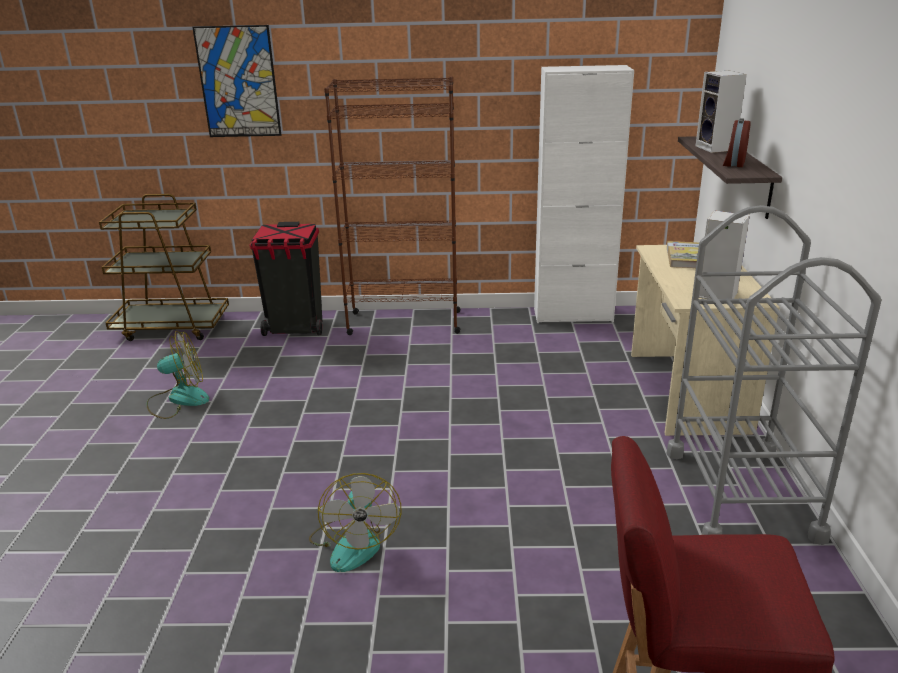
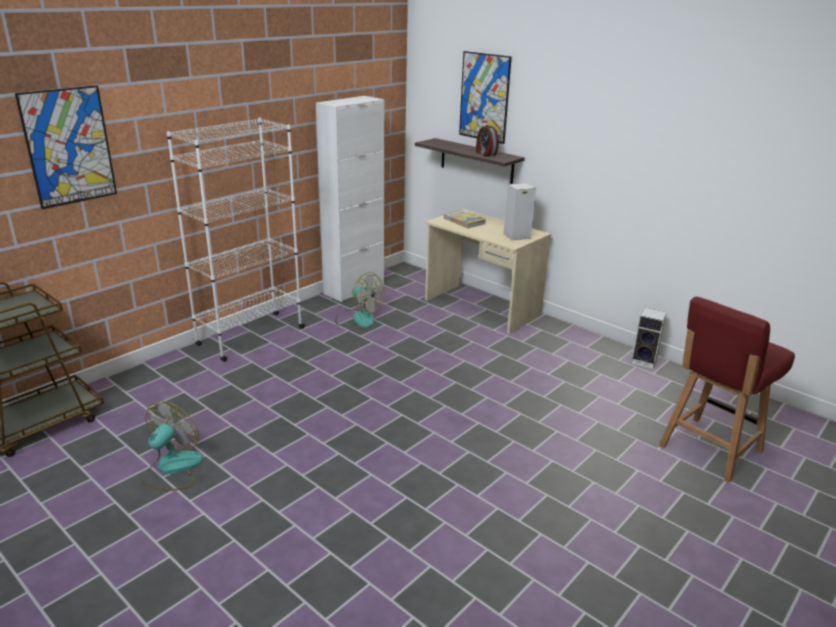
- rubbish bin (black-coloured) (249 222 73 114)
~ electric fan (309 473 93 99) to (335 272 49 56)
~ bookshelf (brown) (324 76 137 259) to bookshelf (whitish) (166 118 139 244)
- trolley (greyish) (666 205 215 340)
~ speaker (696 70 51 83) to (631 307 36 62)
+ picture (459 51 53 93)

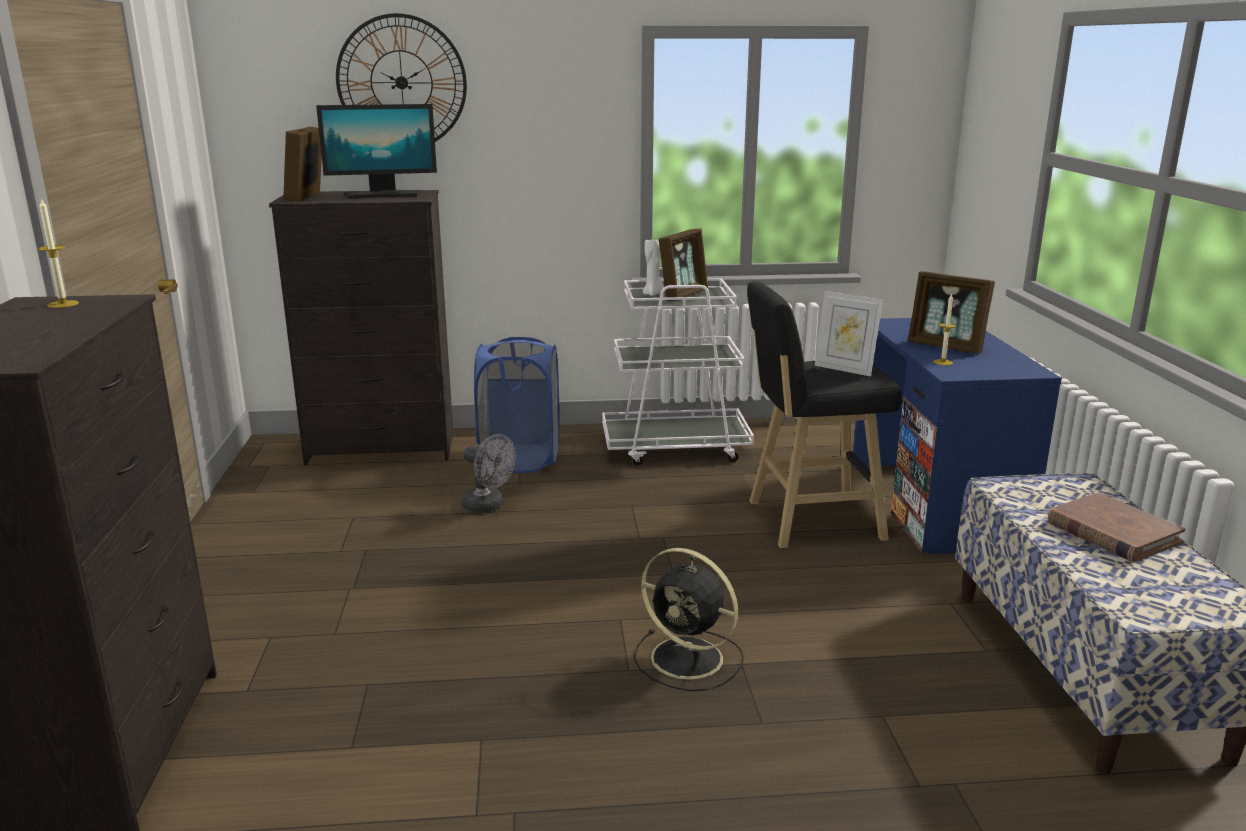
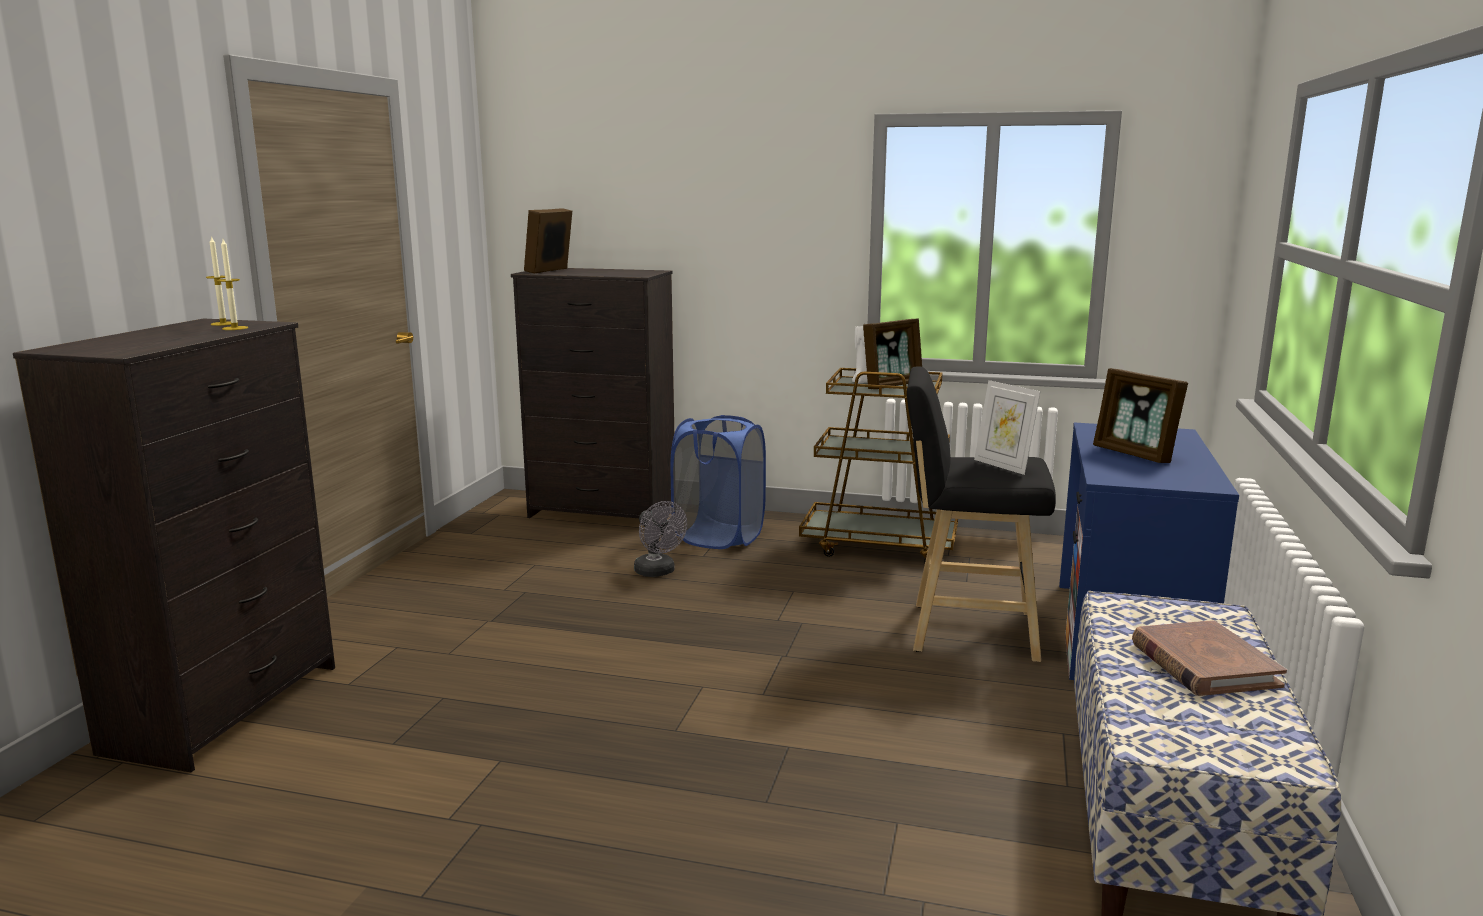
- computer screen (316 104 121 95)
- hanging clock (336 13 131 129)
~ trolley (whitish) (602 267 152 199) to trolley (brown) (799 368 159 194)
- electric fan (black-coloured) (634 548 110 143)
~ wax light (933 293 23 72) to (217 239 31 91)

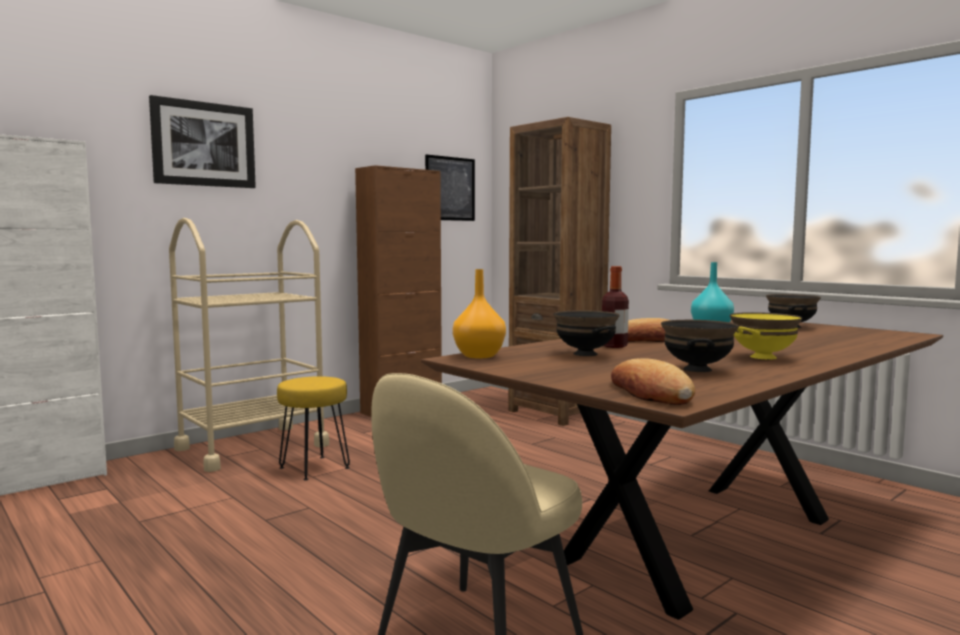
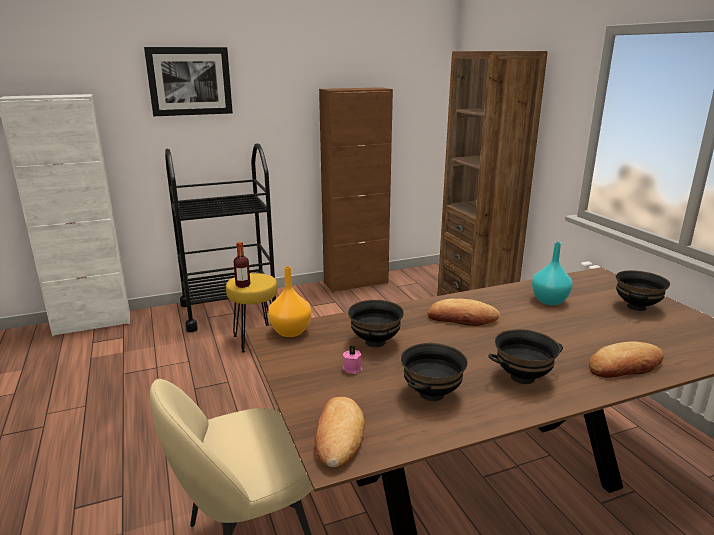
~ trolley (beige-coloured) (169 218 160 254) to trolley (black-coloured) (165 143 111 189)
- picture (425 154 50 67)
~ beverage bottle (602 266 27 82) to (233 242 17 46)
~ deep dish (yellow) (730 312 72 48) to deep dish (black-coloured) (488 329 75 55)
+ wax light (pink) (342 345 21 29)
+ bread (589 341 75 37)

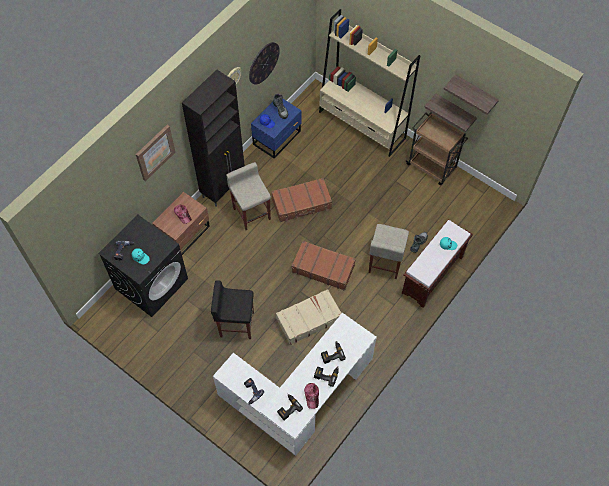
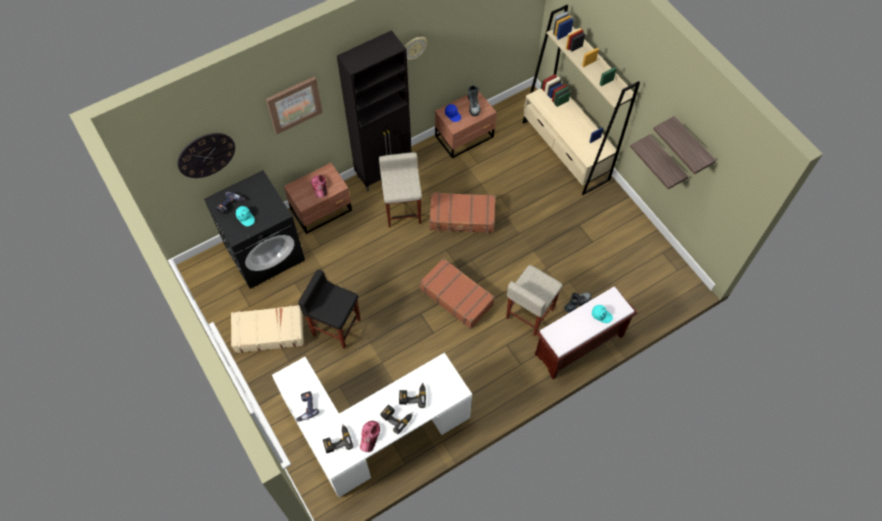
~ hanging clock (249 42 31 43) to (177 133 58 45)
~ bedside table (blue) (251 99 51 60) to bedside table (brown) (435 90 62 69)
~ piece of luggage (beige-coloured) (276 289 66 56) to (231 305 73 48)
- trolley (brown) (406 112 62 73)

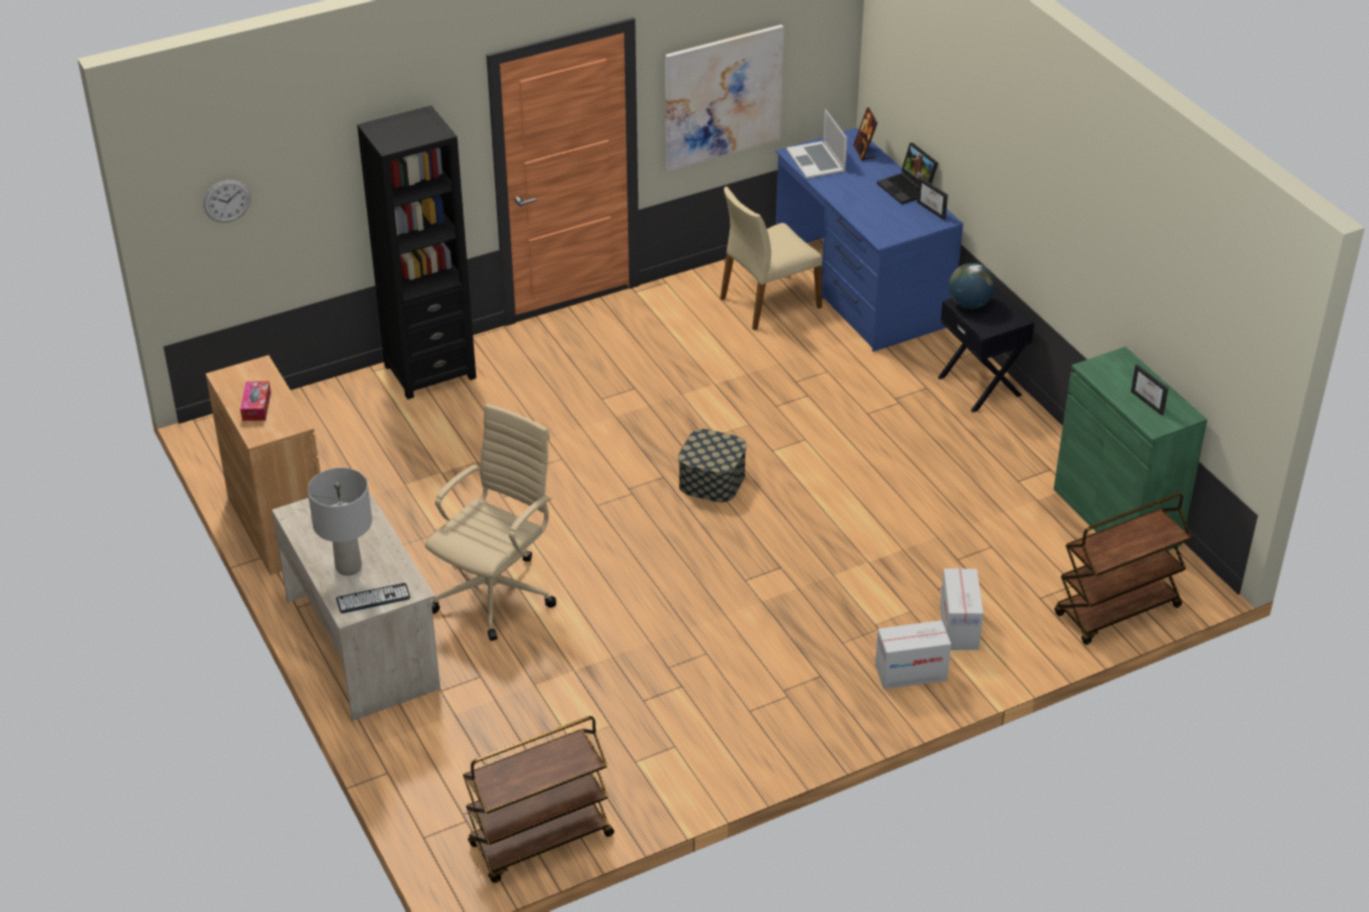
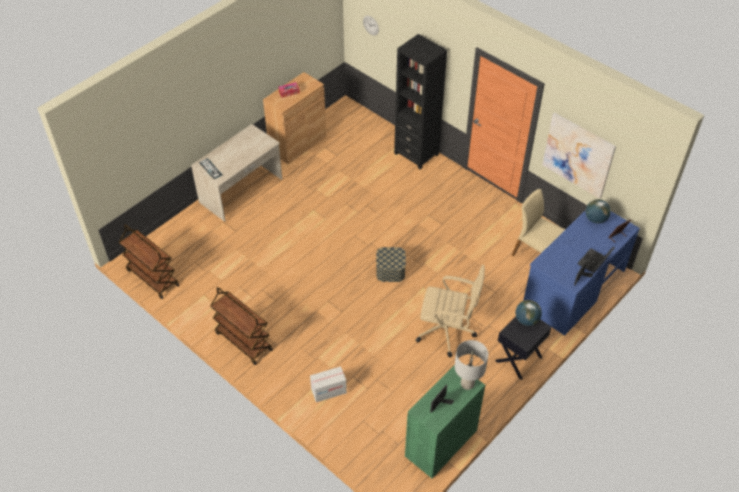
~ lamp for a table (greyish) (308 468 64 108) to (454 340 34 50)
~ computer chair (beige-coloured) (425 404 131 237) to (415 264 70 93)
~ portable computer (786 109 61 70) to desk globe (586 199 25 25)
- carton (875 620 76 69)
~ trolley (brown) (1055 493 137 152) to (210 287 63 78)

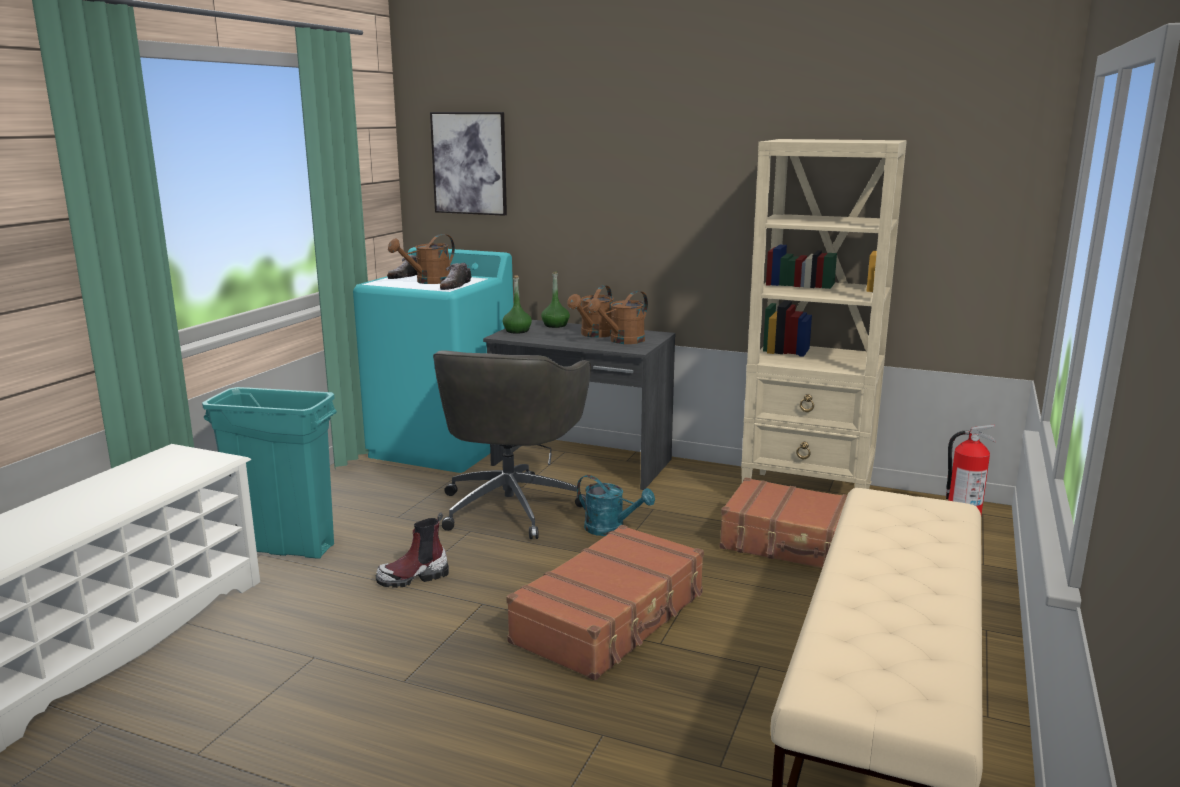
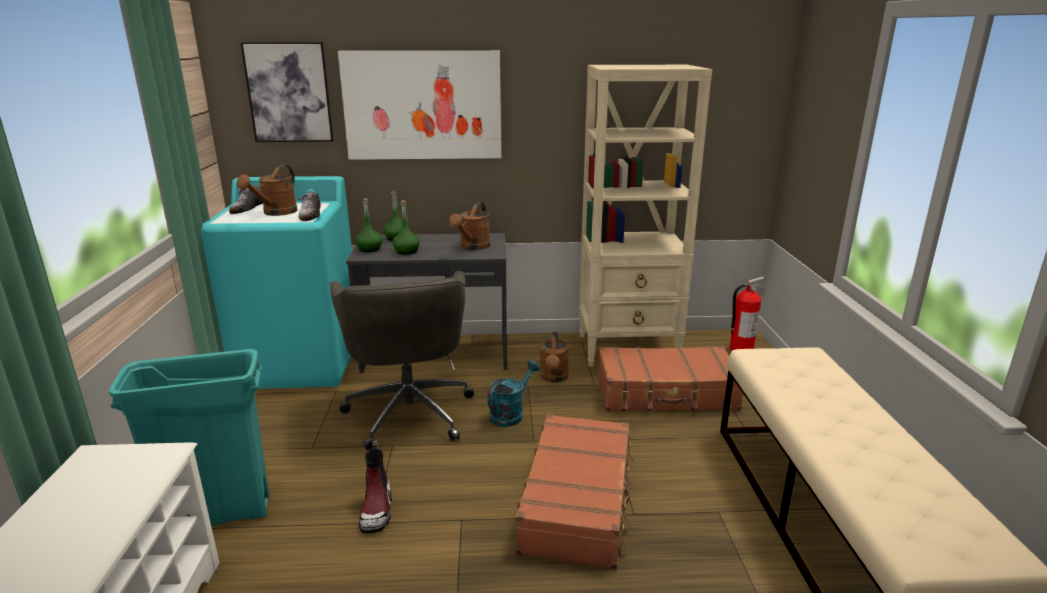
~ tall boot (376 513 73 75) = (359 441 33 92) 45 degrees counterclockwise
~ sprinkling can (brown) (567 285 47 53) to (540 331 29 51)
~ sprinkling can (turquoise-coloured) (577 475 78 61) = (488 360 52 67) 60 degrees counterclockwise
+ picture (338 51 163 109)
+ beverage bottle (greenish) (392 200 28 55)

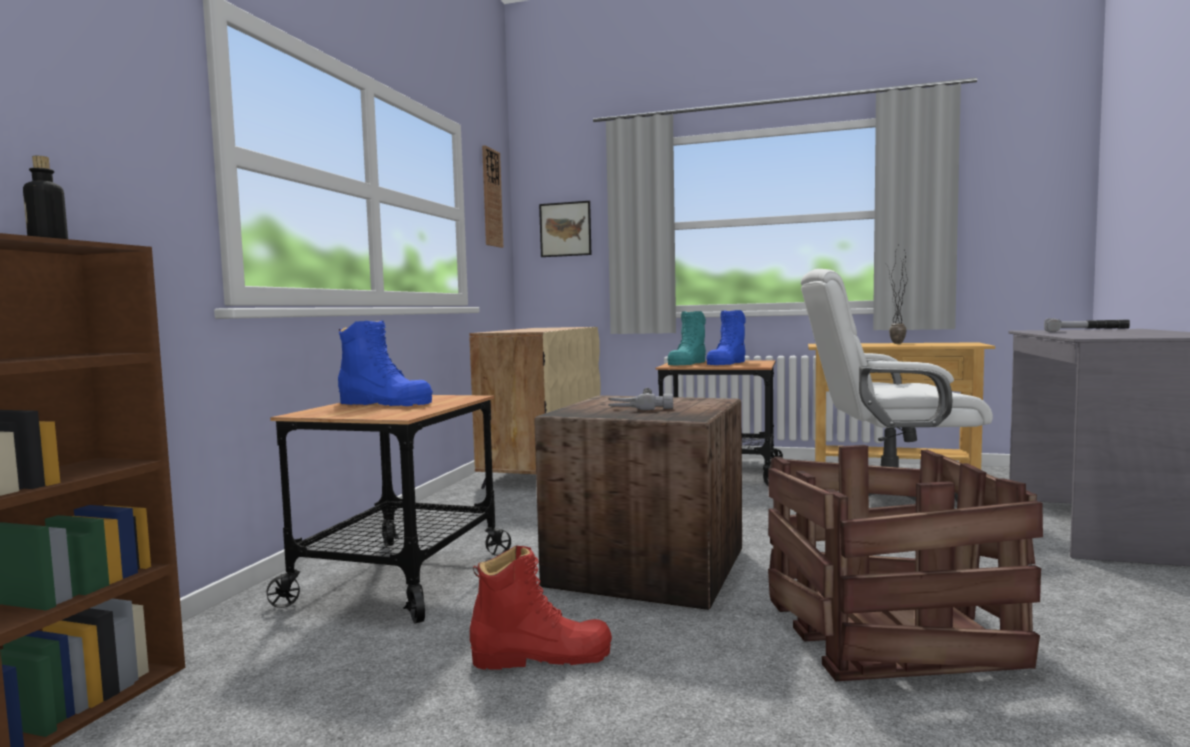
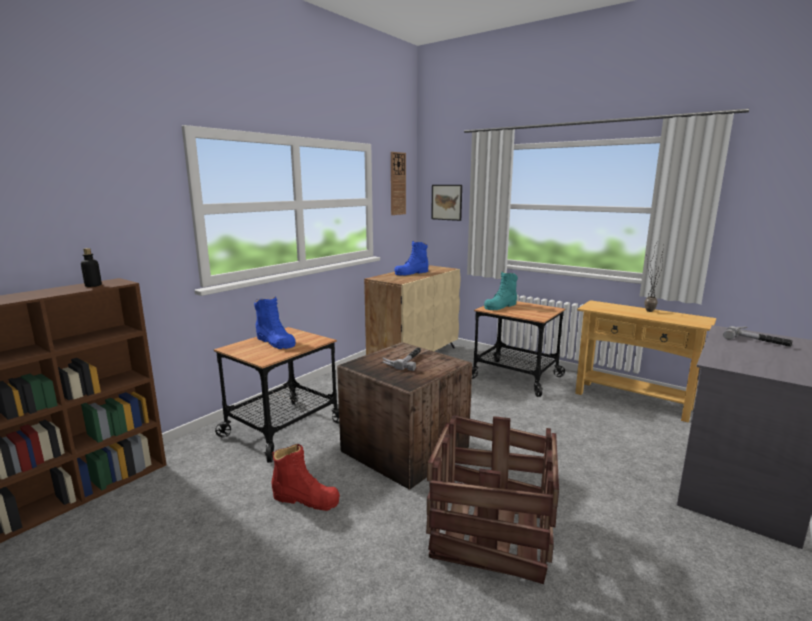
~ tall boot (blue) (707 310 39 55) to (394 241 34 35)
- computer chair (whitish) (801 269 192 232)

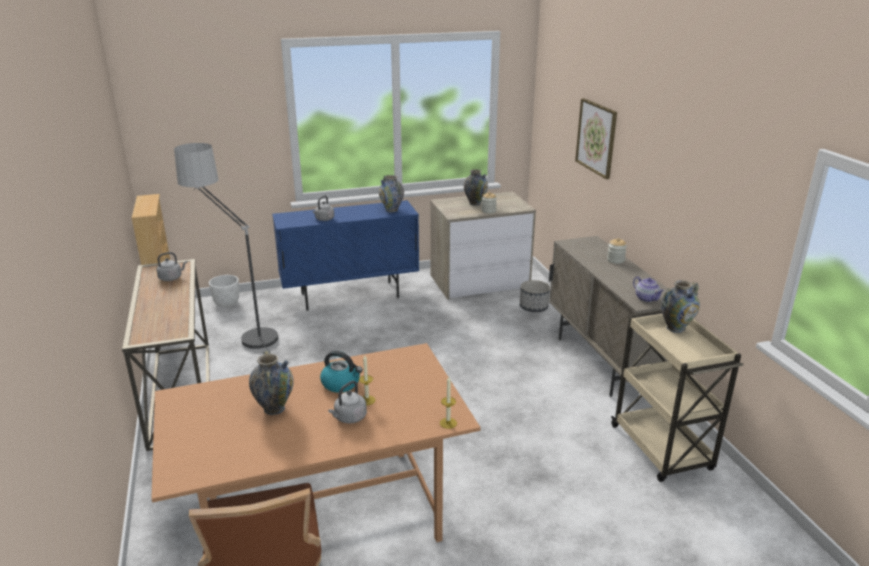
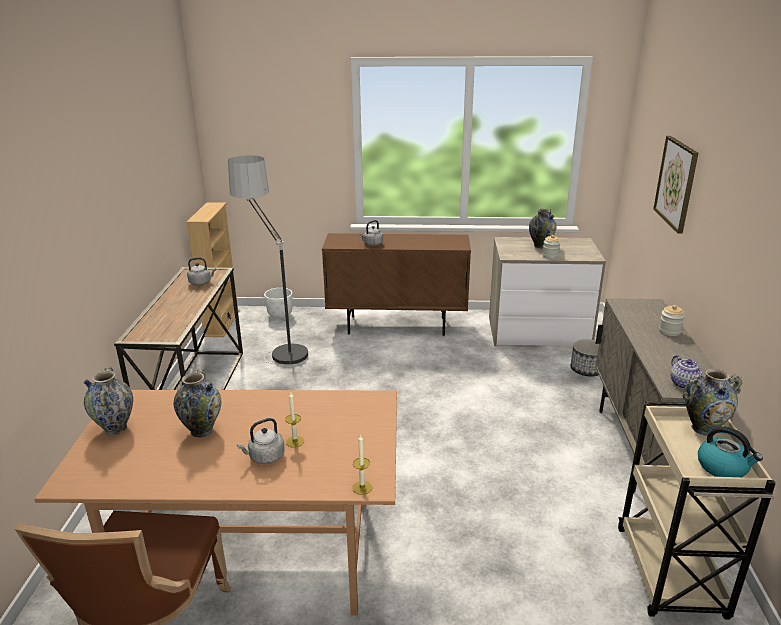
~ cupboard (blue) (272 200 147 111) to cupboard (brown) (322 233 149 103)
~ water kettle (320 351 43 42) to (698 426 65 51)
~ flower vase (379 175 25 37) to (83 367 50 68)

